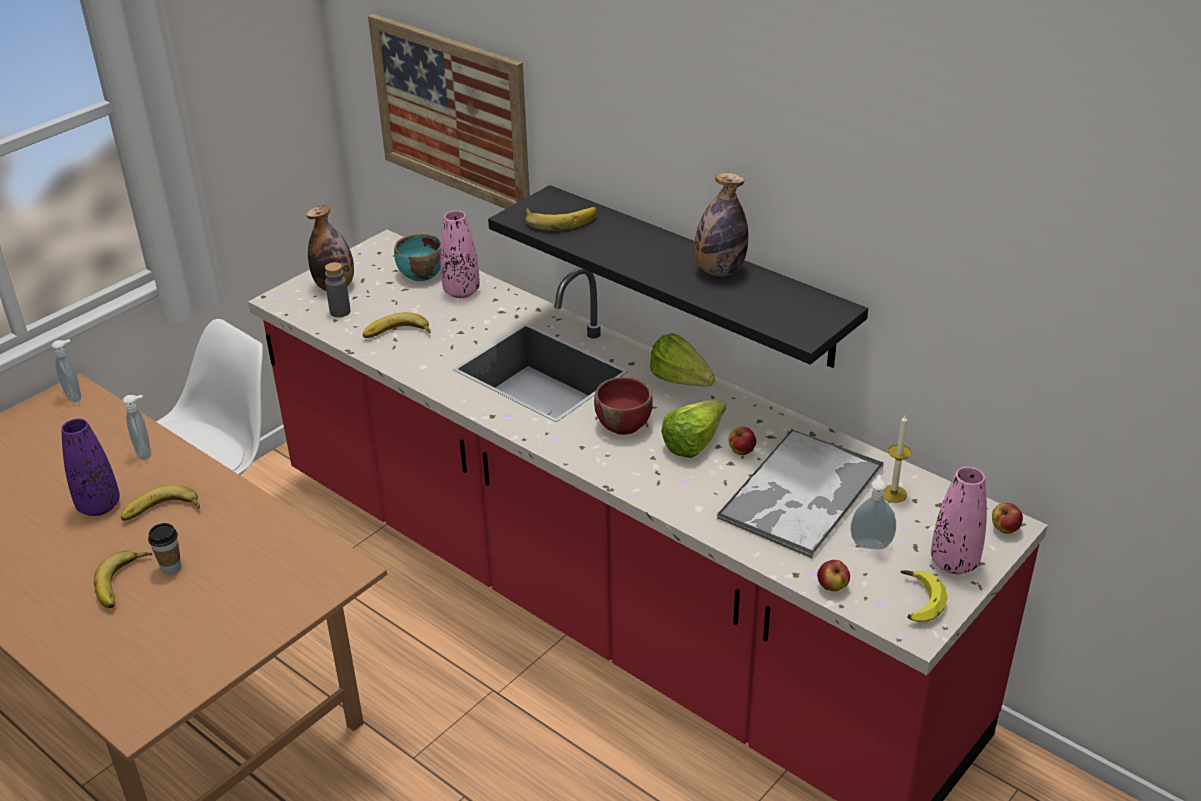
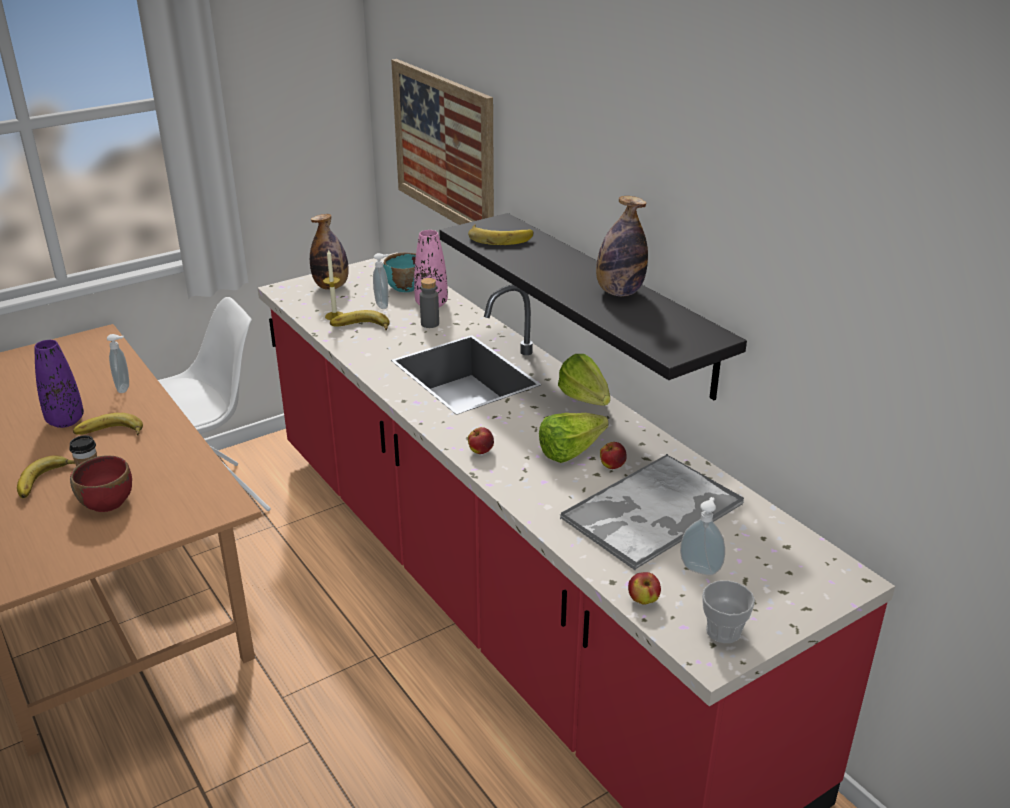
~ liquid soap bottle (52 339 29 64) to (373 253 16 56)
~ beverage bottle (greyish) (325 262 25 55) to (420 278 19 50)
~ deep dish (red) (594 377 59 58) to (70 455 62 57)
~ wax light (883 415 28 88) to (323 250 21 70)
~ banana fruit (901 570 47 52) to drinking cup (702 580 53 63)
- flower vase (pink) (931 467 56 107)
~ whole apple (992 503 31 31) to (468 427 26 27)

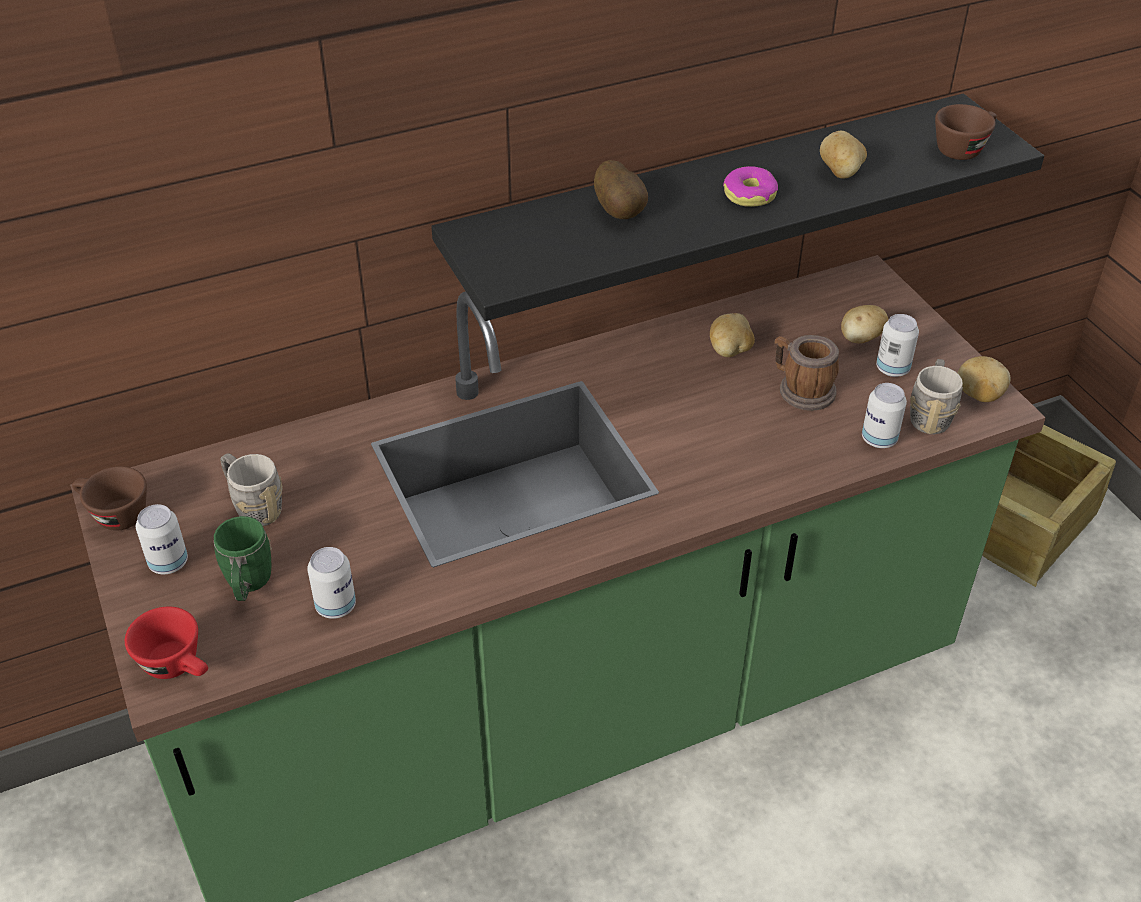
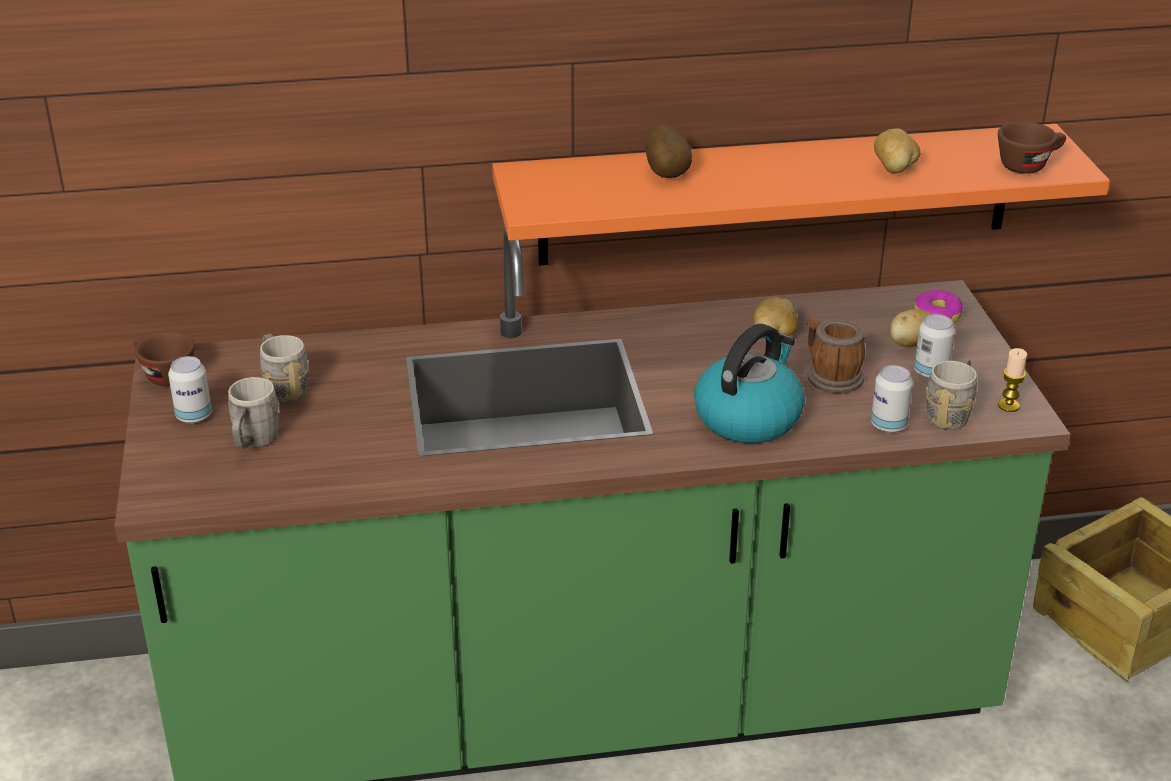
- drinking cup (red) (125 607 83 72)
~ mug (greenish) (214 516 58 85) to mug (greyish) (228 377 52 71)
- metal can (307 547 49 72)
~ bracket shelf (black-coloured) (431 94 613 227) to bracket shelf (orange-coloured) (492 124 618 141)
~ ring doughnut (723 166 55 41) to (914 290 49 33)
~ potato (958 356 53 46) to wax light (998 348 29 64)
+ water kettle (694 324 111 119)

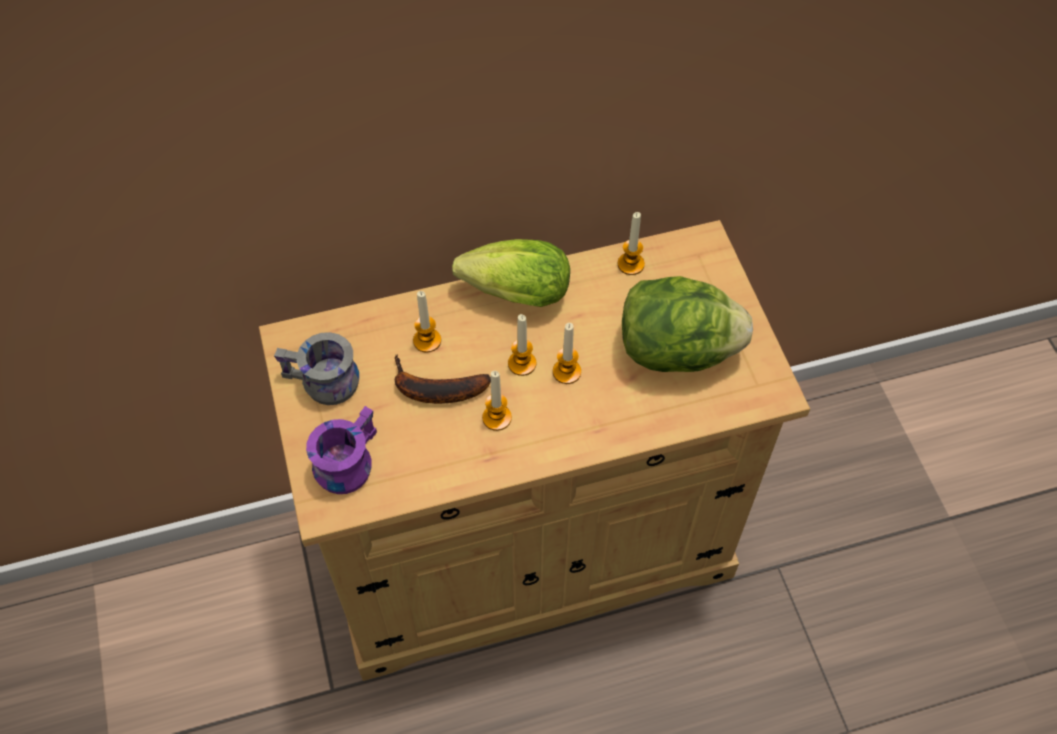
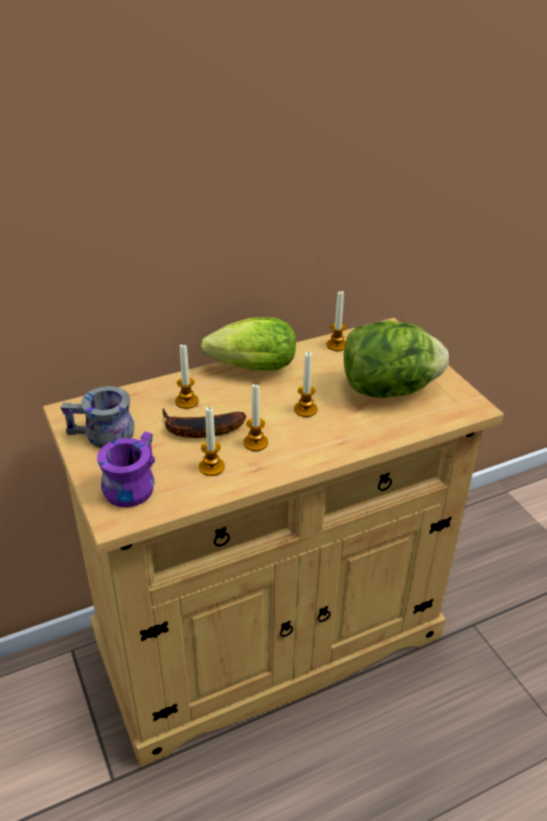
~ wax light (508 314 28 62) to (199 407 26 69)

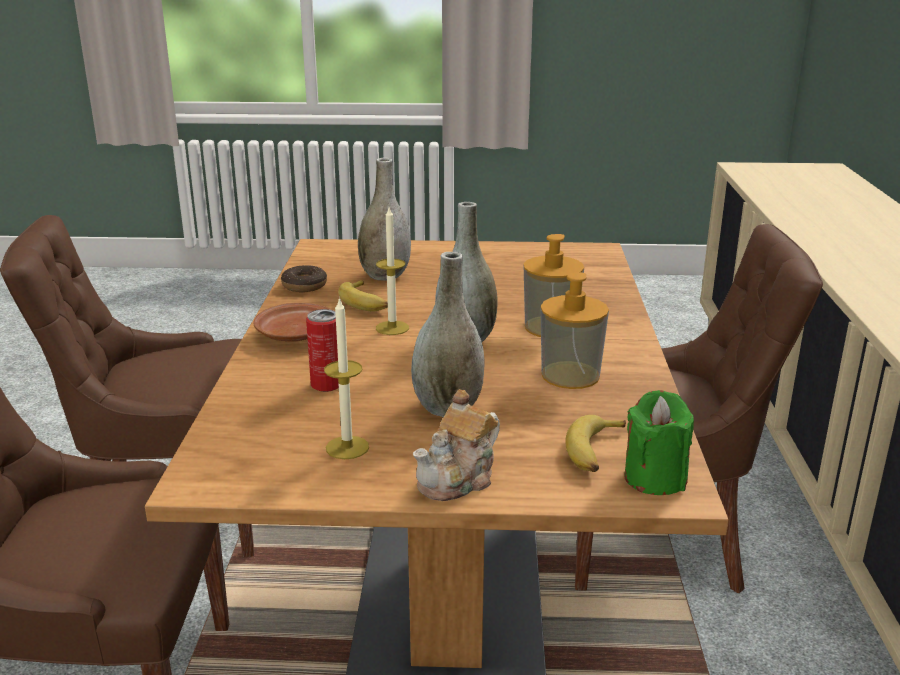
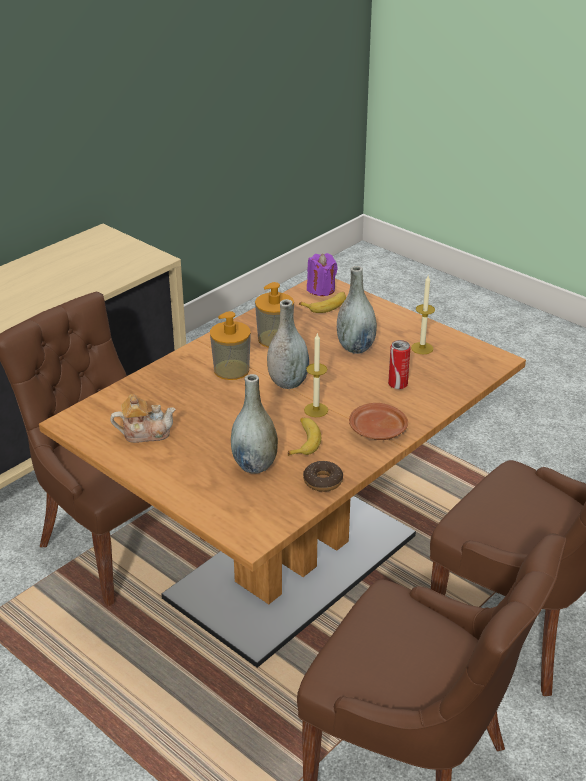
~ pot for tea (413 389 87 112) to (110 394 66 49)
~ wax light (greenish) (624 390 70 105) to wax light (purple-coloured) (307 253 31 43)

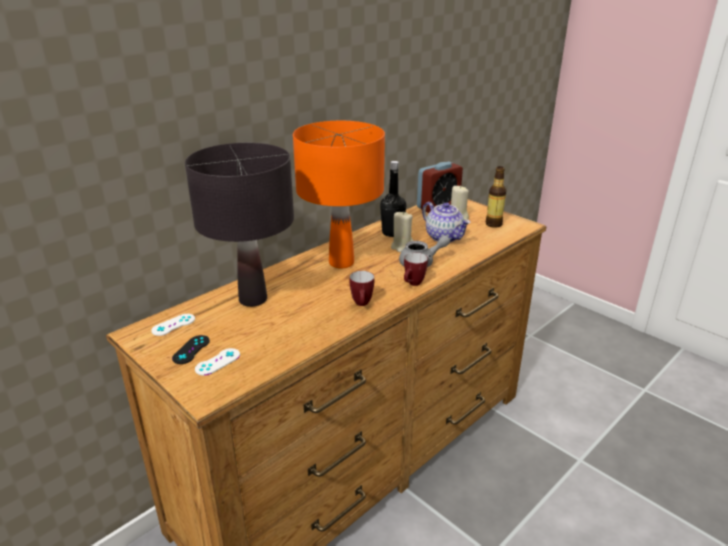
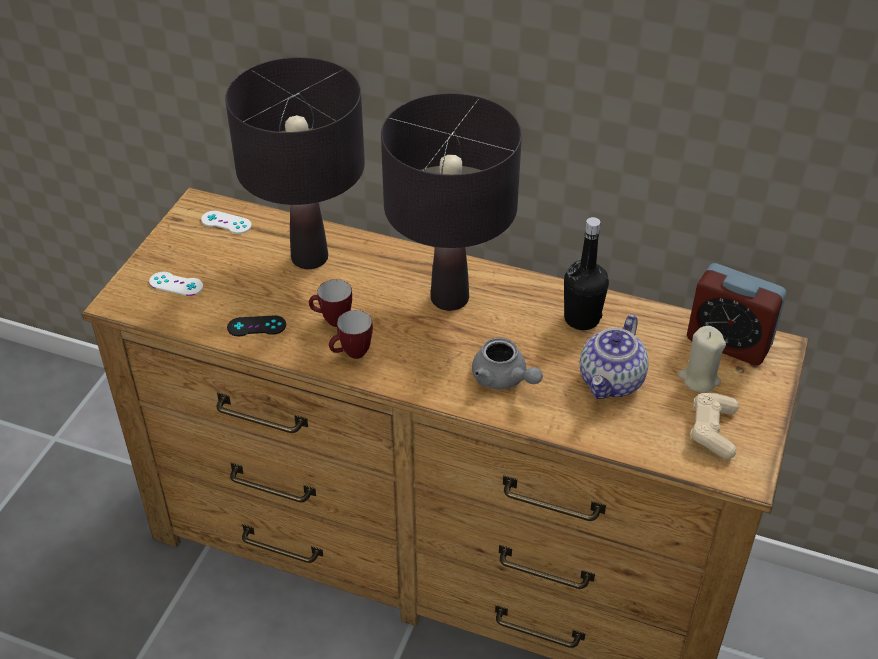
~ gamepad (black-coloured) (172 335 38 29) to (227 315 59 21)
~ lamp for a table (orange-coloured) (293 121 92 148) to lamp for a table (black-coloured) (381 93 141 218)
- wax light (beige-coloured) (391 211 22 41)
~ mug (404 252 24 34) to (309 279 43 48)
~ beverage bottle (486 166 20 62) to gamepad (beige-coloured) (690 393 49 66)

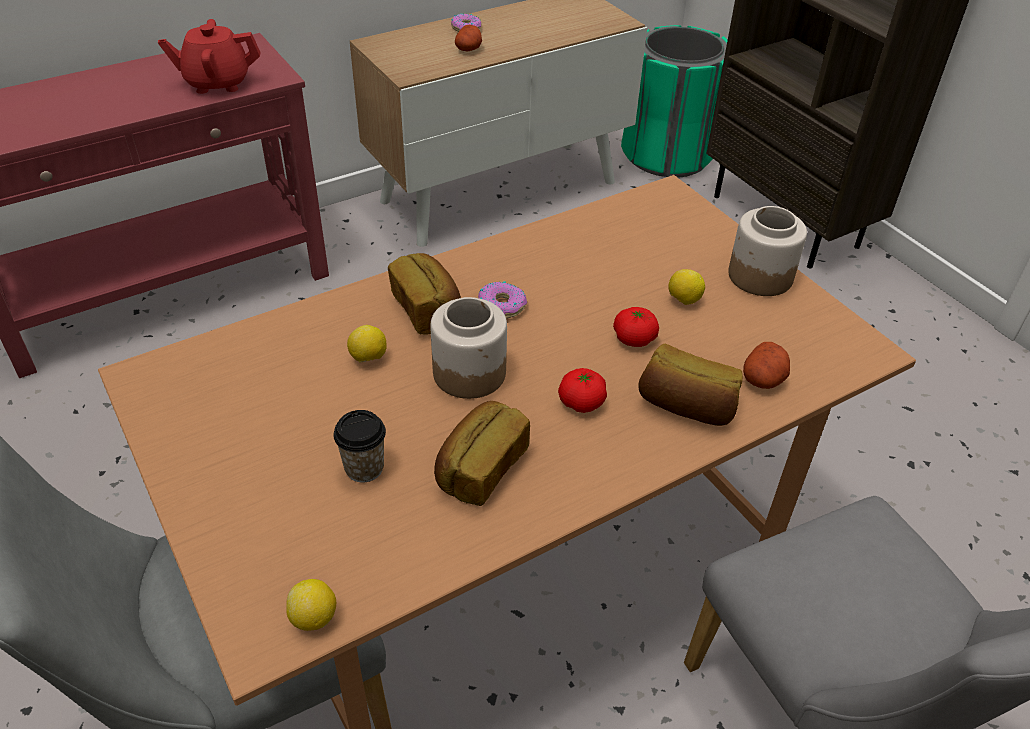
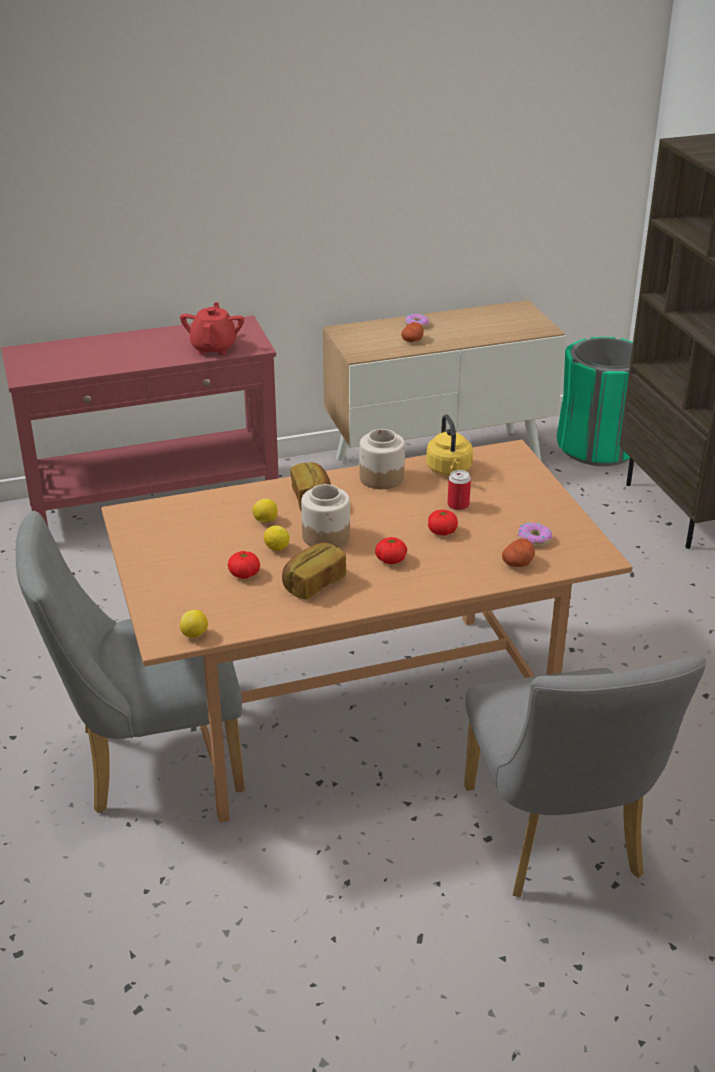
~ pot for tea (red) (158 19 103 75) = (180 302 64 53) 90 degrees clockwise
~ drinking cup (334 410 52 73) to fresh tomato (228 551 32 28)
~ ring doughnut (478 281 49 38) to (518 522 34 25)
- bread (639 344 104 82)
~ lemon (668 269 37 36) to (264 525 26 26)
~ preserve jar (728 206 79 90) to (360 429 45 60)
+ water kettle (yellow) (426 414 47 62)
+ metal can (447 470 24 40)

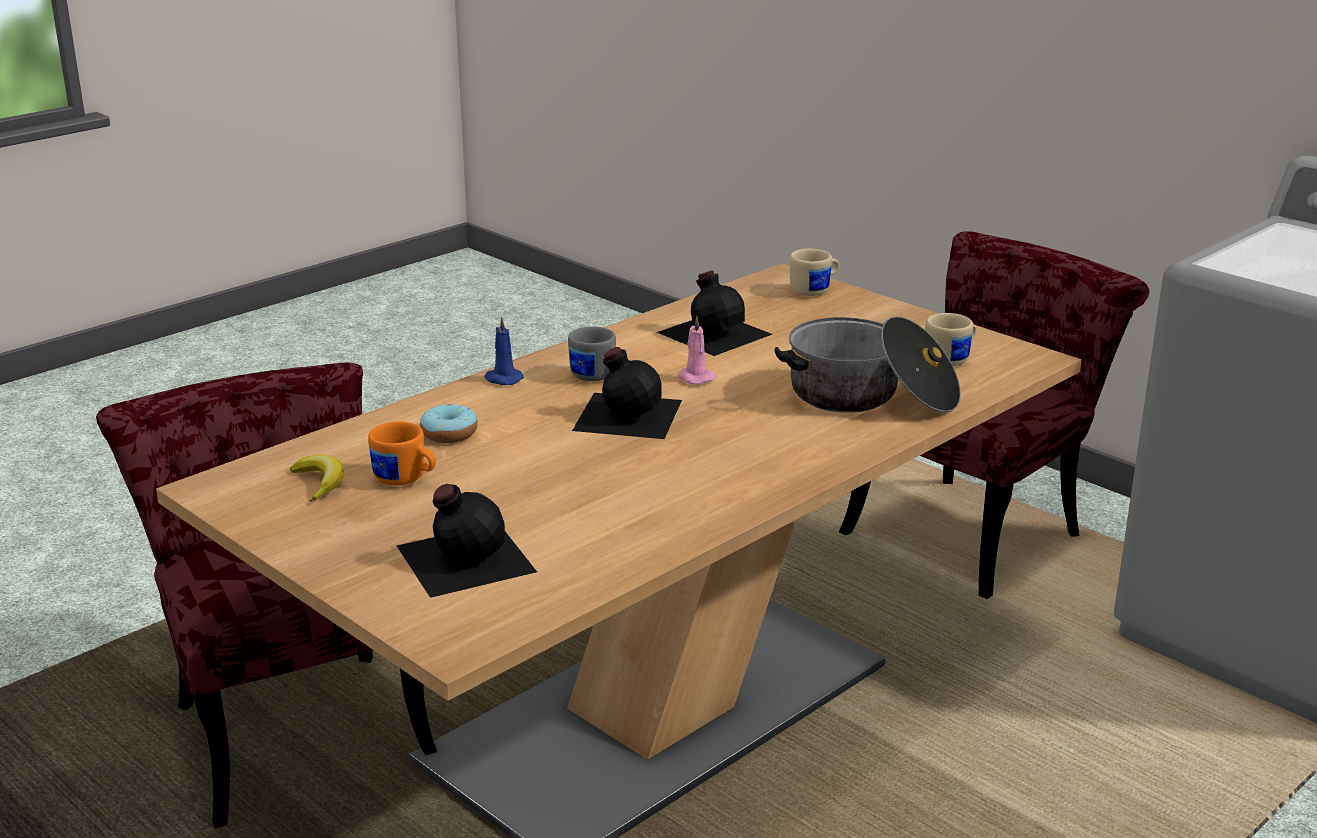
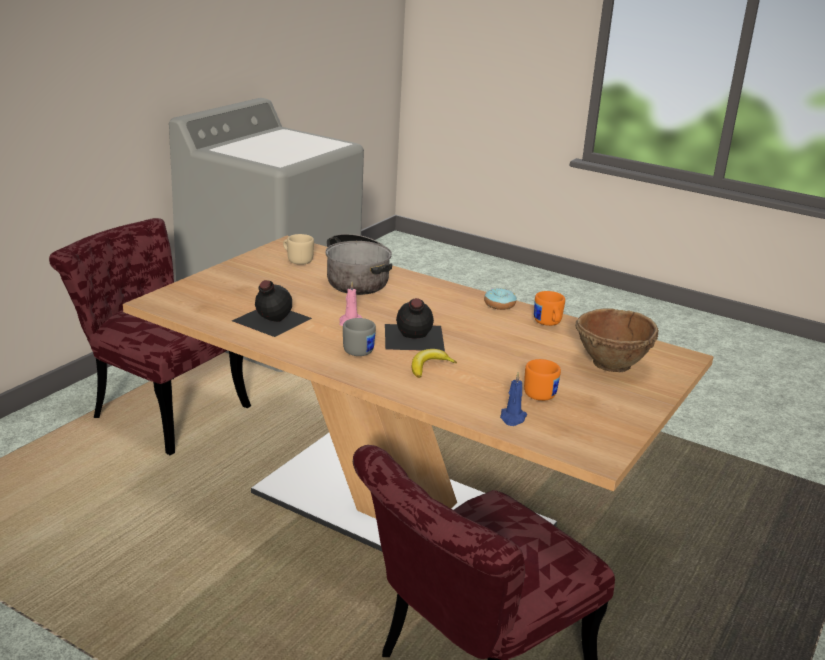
~ banana fruit (290 454 54 48) to (412 349 45 29)
~ beverage bottle (black-coloured) (397 484 140 114) to deep dish (brown) (575 309 84 63)
~ ring doughnut (420 404 58 39) to (484 288 33 22)
~ wax light (blue) (485 316 39 69) to (500 372 27 54)
- mug (beige-coloured) (790 249 50 47)
+ mug (orange-coloured) (534 291 31 35)

